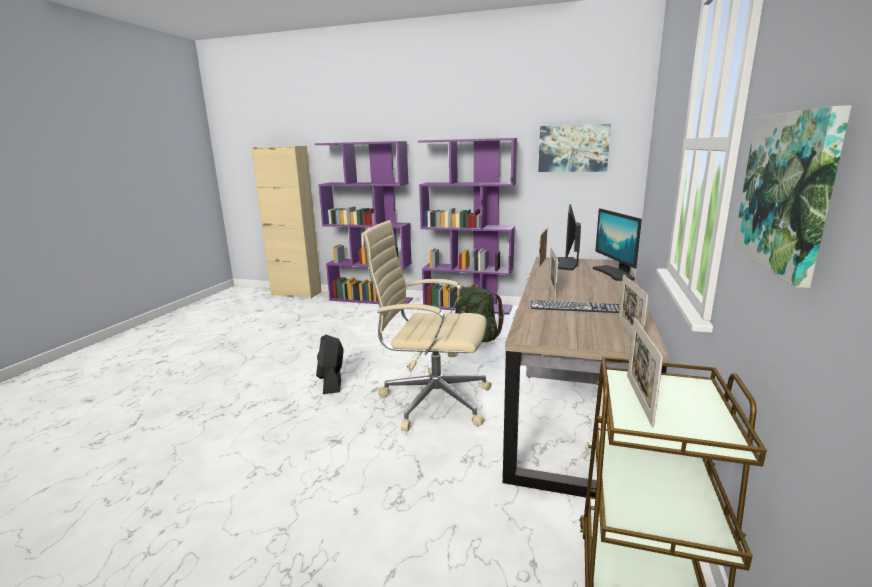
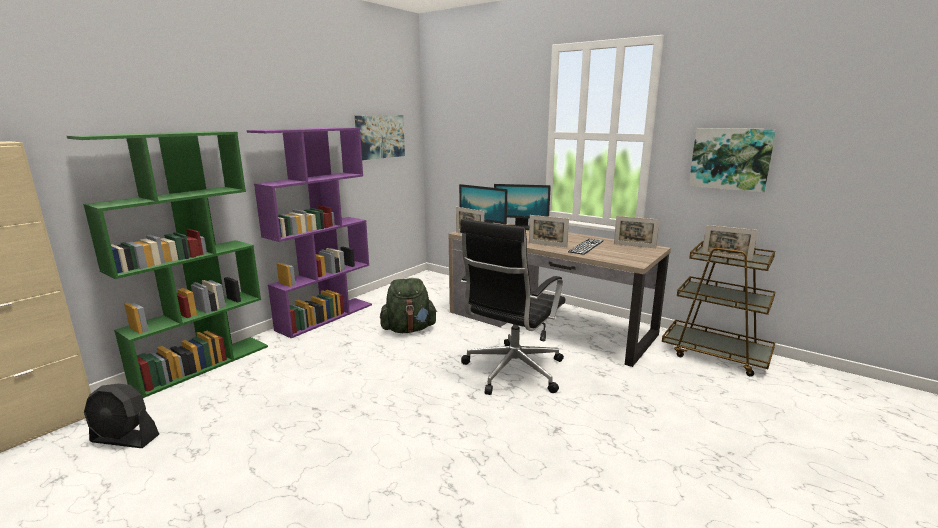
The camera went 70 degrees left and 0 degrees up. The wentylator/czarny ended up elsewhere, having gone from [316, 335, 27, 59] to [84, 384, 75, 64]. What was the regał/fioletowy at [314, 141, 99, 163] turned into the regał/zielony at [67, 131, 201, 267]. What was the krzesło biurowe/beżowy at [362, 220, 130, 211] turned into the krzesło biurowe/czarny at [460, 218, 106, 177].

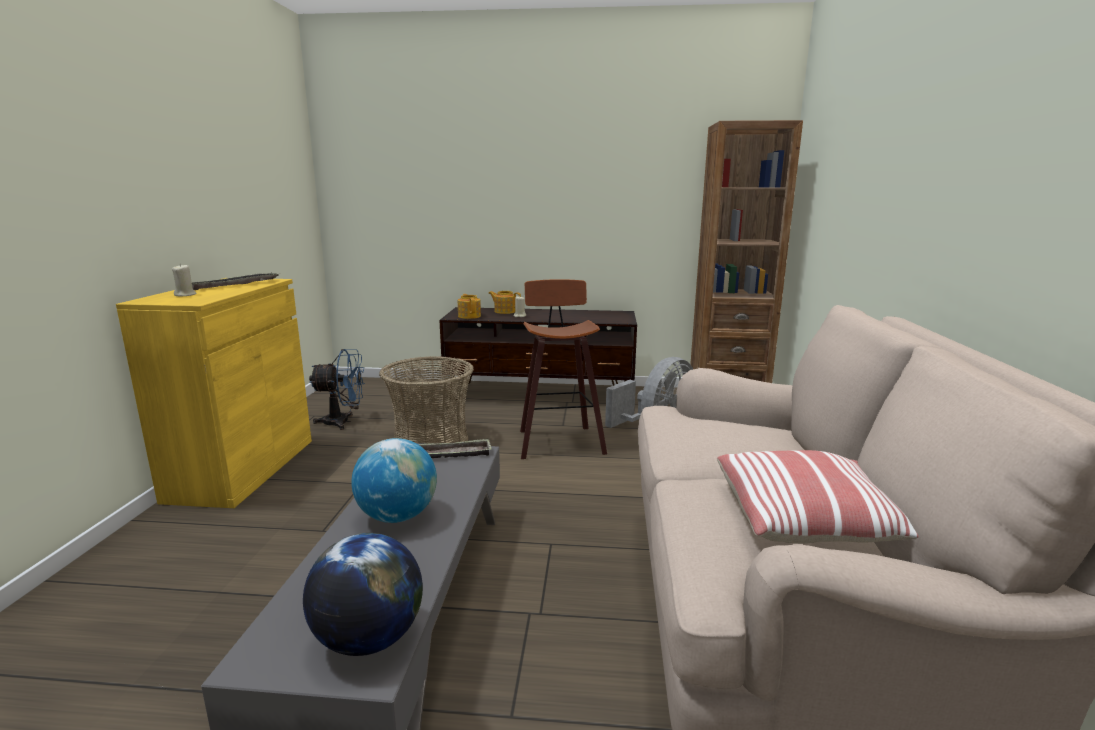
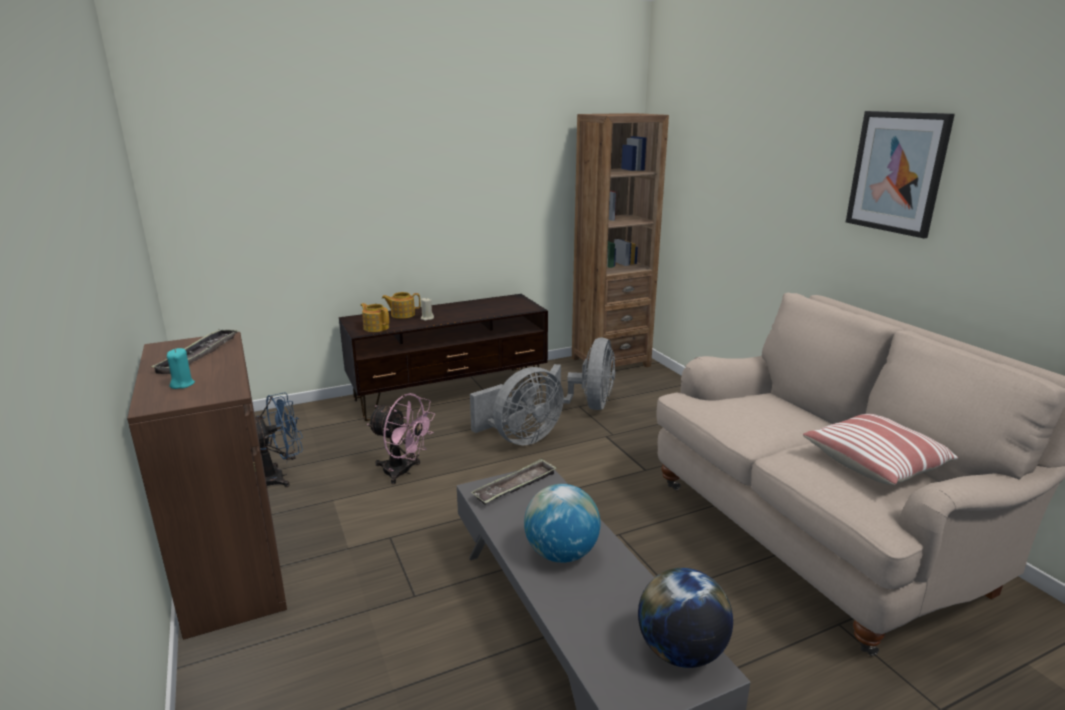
The camera went 30 degrees left and 5 degrees up. The second view gained the obraz at [846, 111, 109, 127]. Where the koszyk stood at [379, 357, 95, 87], the wentylator/różowy came to stand at [367, 393, 69, 91]. Where the stołek stood at [520, 279, 87, 180], the wentylator/szary came to stand at [470, 367, 94, 78]. What was the szafka/żółty at [116, 278, 196, 230] turned into the szafka/brązowy at [127, 332, 160, 308]. What was the świeca/beżowy at [172, 264, 24, 33] turned into the świeca/turkusowy at [167, 348, 28, 41].

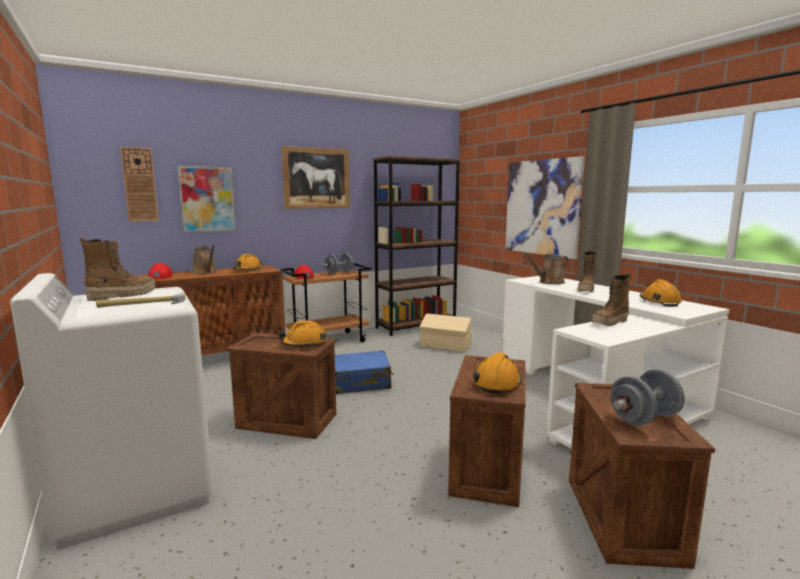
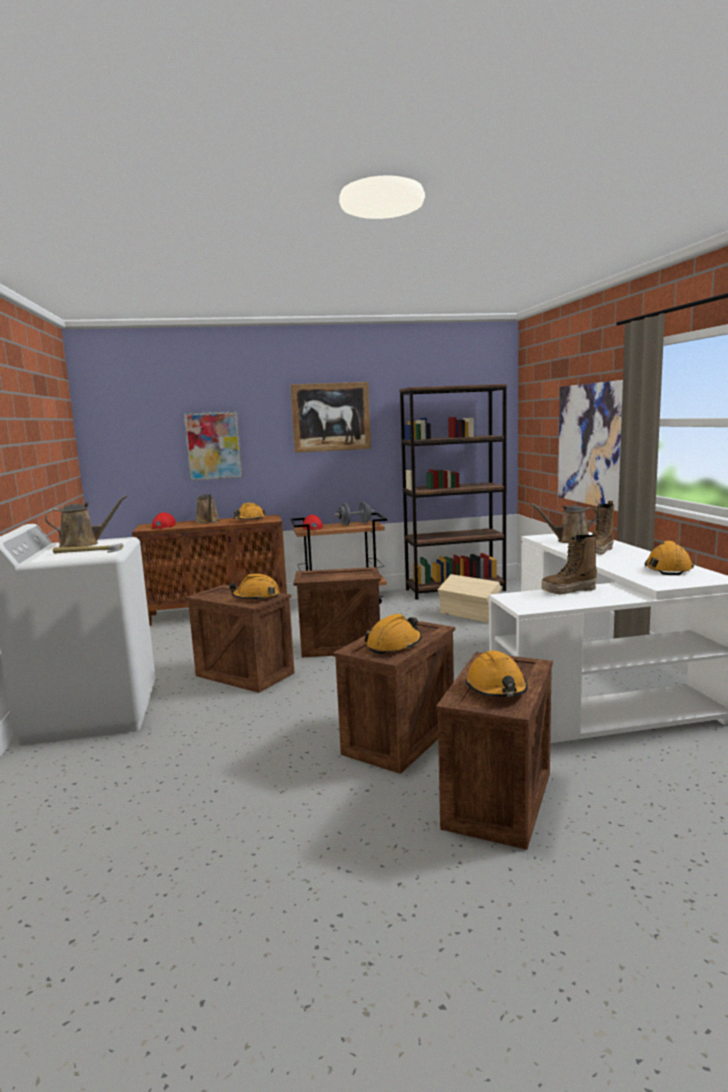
The camera went 20 degrees right and 0 degrees up. The second view lost the zegar ścienny at [120, 147, 39, 74]. Where the but z cholewką stood at [80, 238, 76, 63], the konewka/brązowy came to stand at [45, 495, 83, 52]. Where the walizka/niebieski stood at [335, 350, 59, 44], the skrzynka came to stand at [293, 567, 88, 90]. Where the hantel/szary stood at [611, 369, 74, 57], the kask/pomarańczowy came to stand at [466, 651, 62, 46].

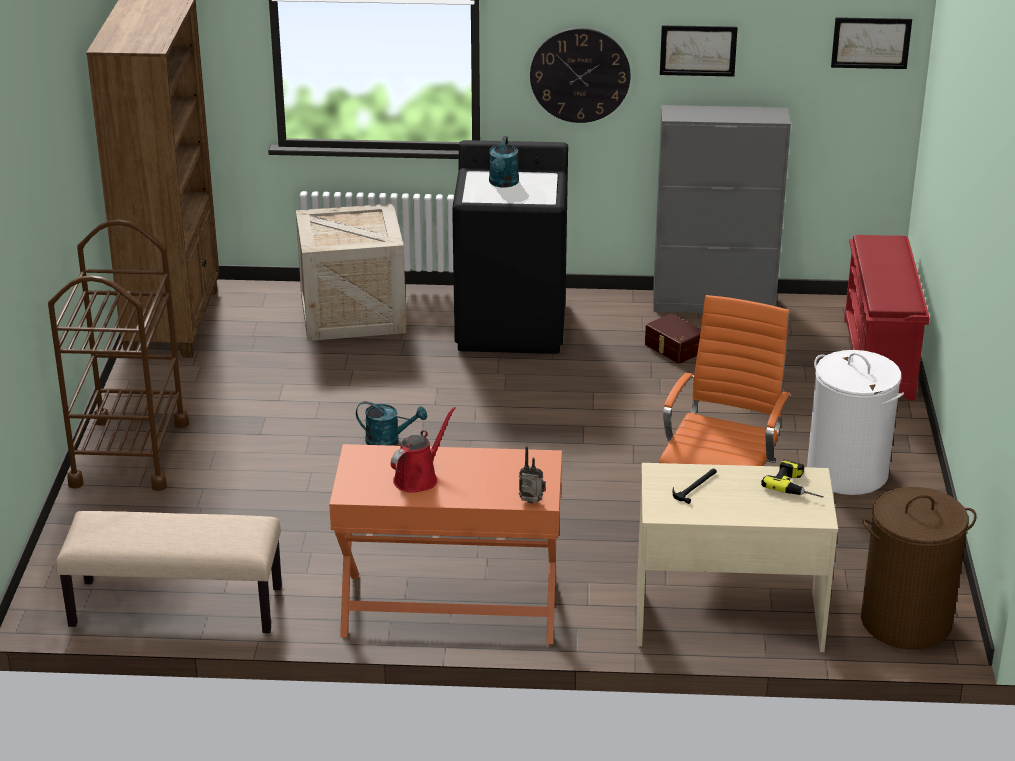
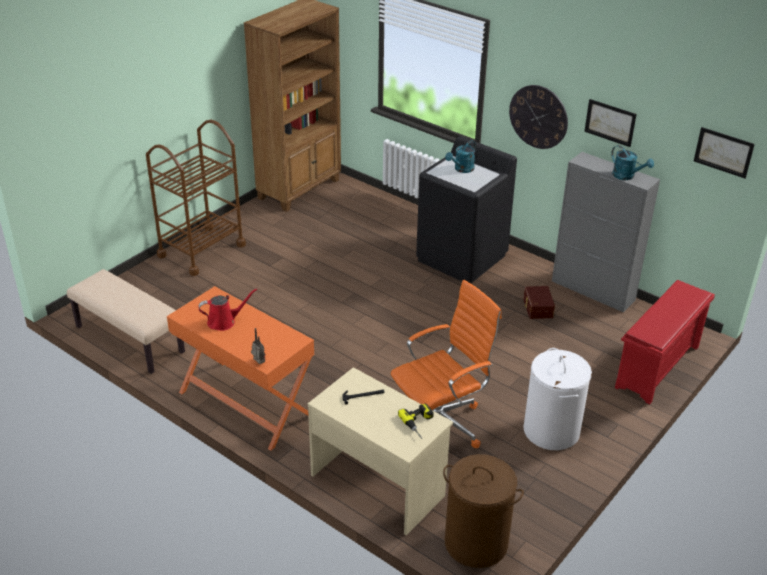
The camera went 35 degrees right and 5 degrees up. The second view lost the skrzynka at [296, 204, 110, 137]. The konewka/turkusowy ended up elsewhere, having gone from [356, 401, 71, 45] to [611, 145, 43, 35].

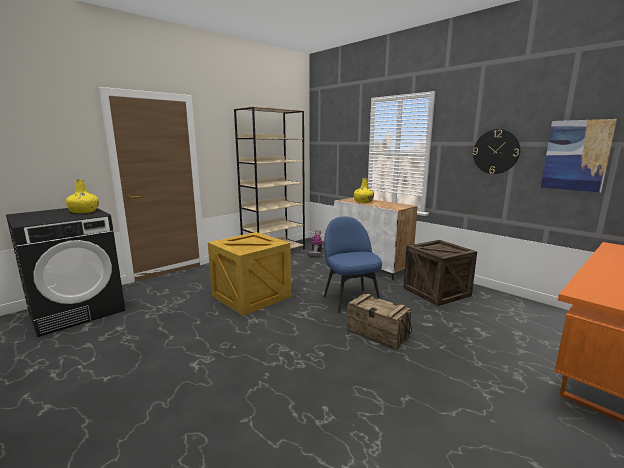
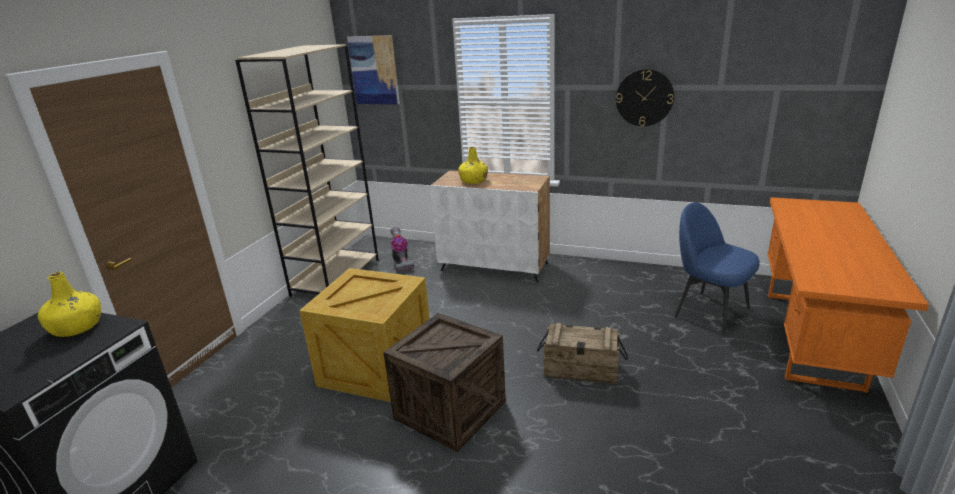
The camera went 25 degrees left and 10 degrees up. The krzesło/niebieski ended up elsewhere, having gone from [324, 216, 58, 97] to [674, 202, 86, 133]. The skrzynka ended up elsewhere, having gone from [404, 240, 73, 66] to [383, 313, 123, 139]. The obraz ended up elsewhere, having gone from [541, 119, 76, 73] to [347, 35, 53, 70].

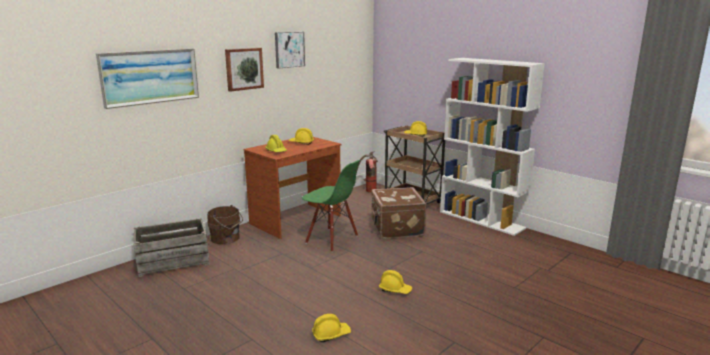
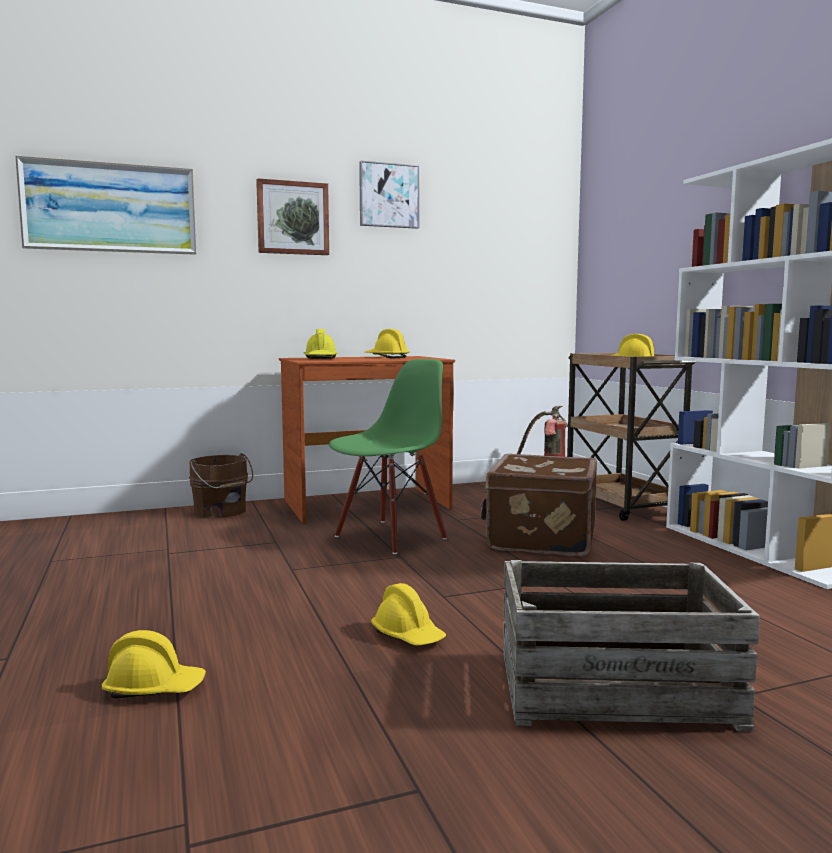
The camera went 25 degrees right and 10 degrees down. The skrzynka ended up elsewhere, having gone from [134, 218, 76, 59] to [503, 560, 257, 172]. The krzesło/zielony at [302, 160, 58, 92] ended up facing another way, 105 degrees counterclockwise from before.

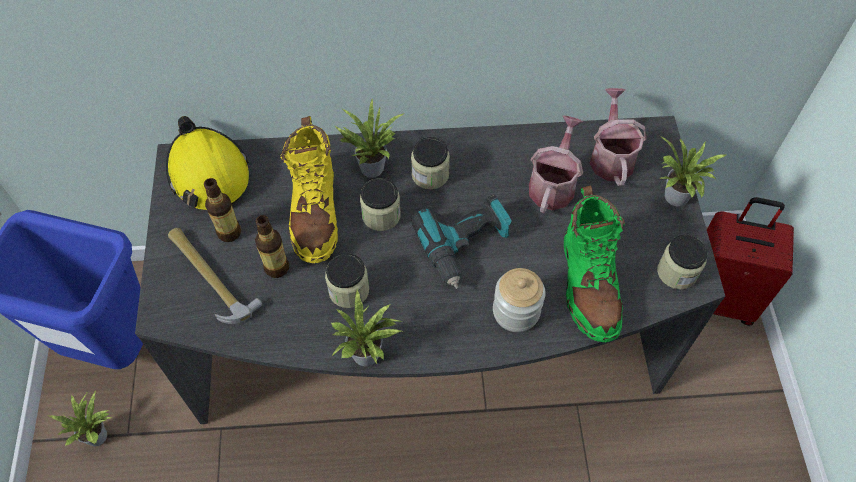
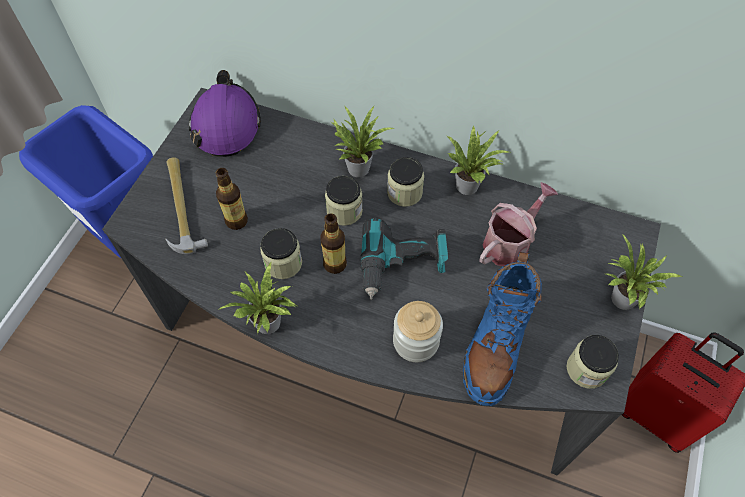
The camera went 25 degrees right and 0 degrees up. The second view lost the but z cholewką/żółty at [280, 116, 58, 147]. The second view lost the konewka at [589, 88, 58, 98]. The roślina doniczkowa ended up elsewhere, having gone from [49, 391, 63, 56] to [447, 125, 62, 70]. The butelka ended up elsewhere, having gone from [204, 178, 37, 64] to [320, 214, 27, 60]. What was the kask/żółty at [166, 116, 83, 94] turned into the kask/fioletowy at [189, 70, 72, 87]. What was the but z cholewką/zielony at [564, 185, 61, 157] turned into the but z cholewką/niebieski at [463, 252, 79, 154].

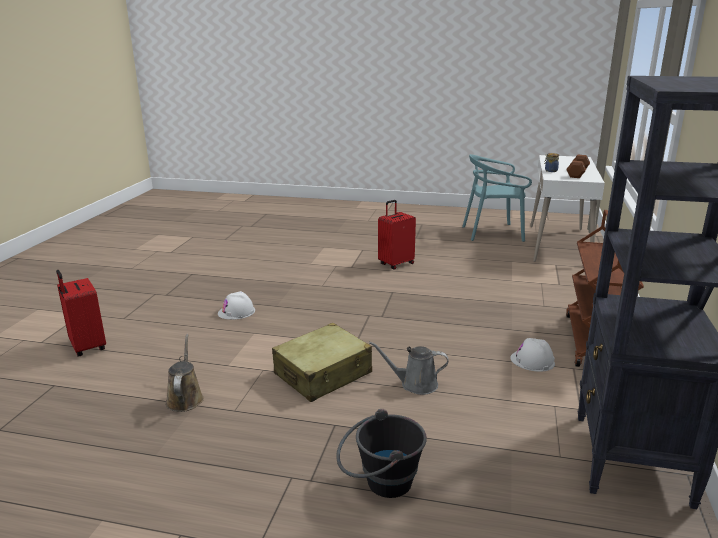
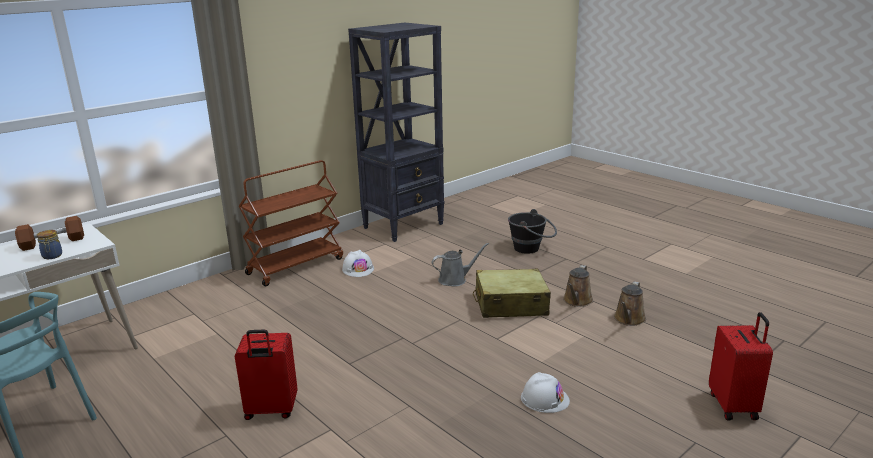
The camera went 145 degrees left and 0 degrees up. The second view gained the konewka/brązowy at [563, 265, 30, 42]. The konewka/szary at [369, 342, 80, 53] ended up facing another way, 60 degrees counterclockwise from before.

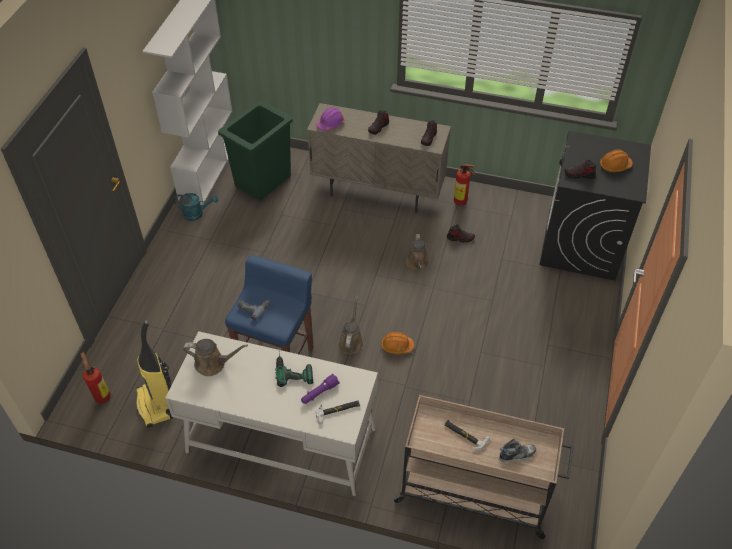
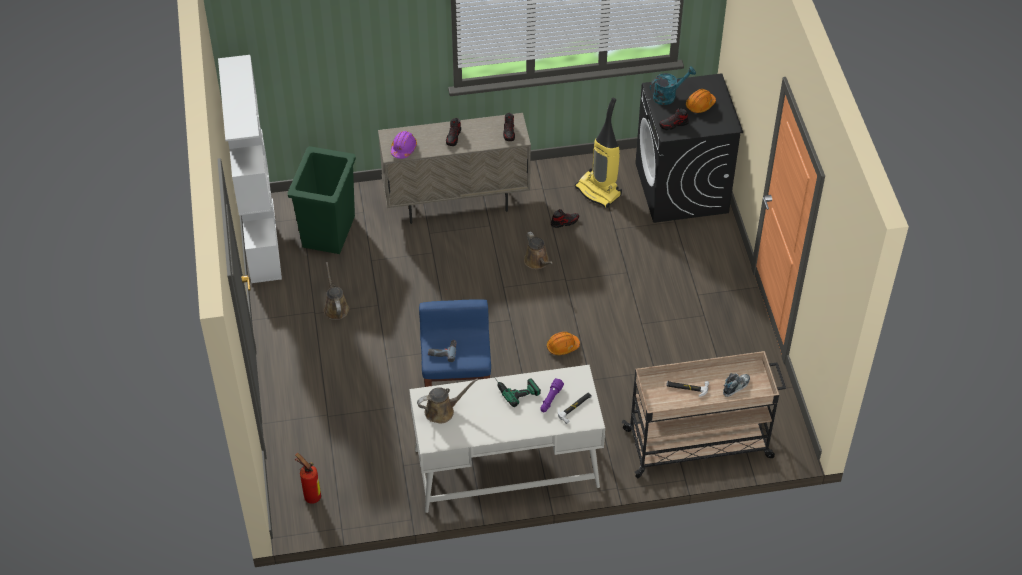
The camera went 25 degrees left and 0 degrees up. The second view lost the gaśnica at [454, 164, 22, 42]. The odkurzacz ended up elsewhere, having gone from [136, 320, 37, 108] to [575, 97, 47, 111]. The konewka/turkusowy ended up elsewhere, having gone from [174, 193, 44, 28] to [650, 66, 46, 39]. The konewka/brązowy ended up elsewhere, having gone from [338, 296, 26, 58] to [324, 262, 25, 58].

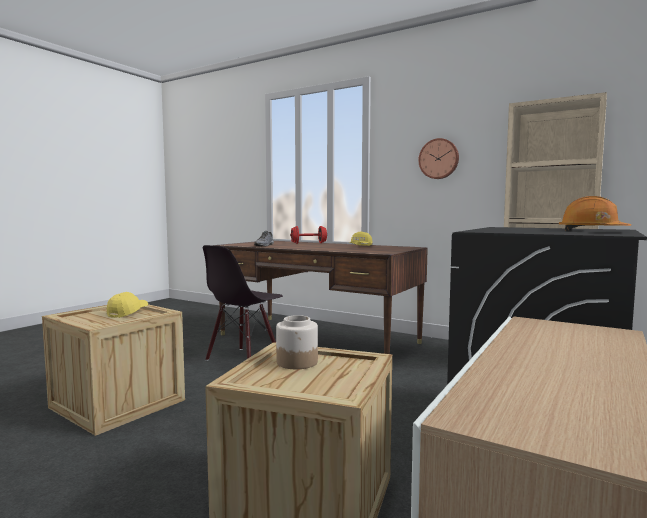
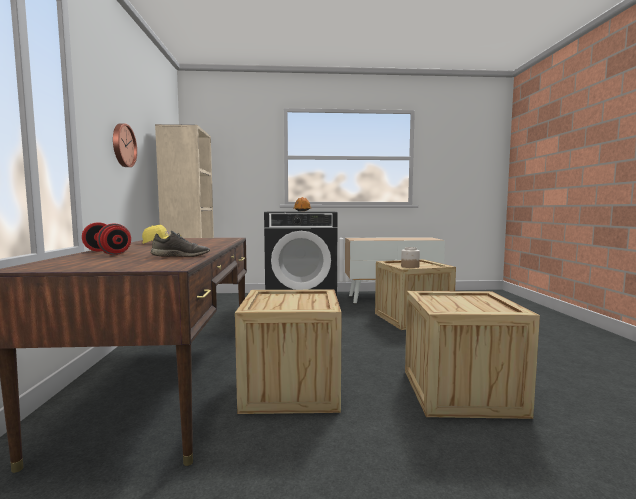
The camera went 125 degrees left and 0 degrees up. The second view lost the czapka z daszkiem/żółty at [107, 292, 41, 26]. Where the krzesło/czarny stood at [203, 245, 80, 116], the skrzynka came to stand at [235, 289, 107, 125].

